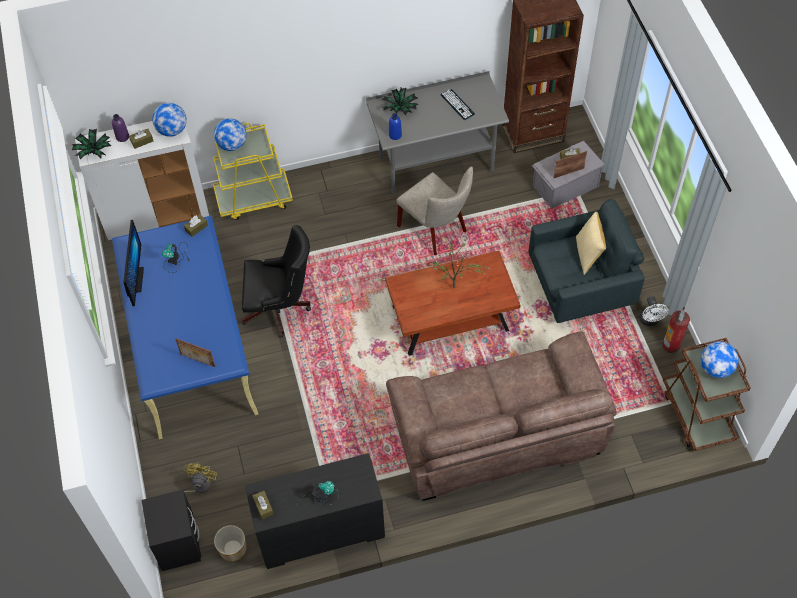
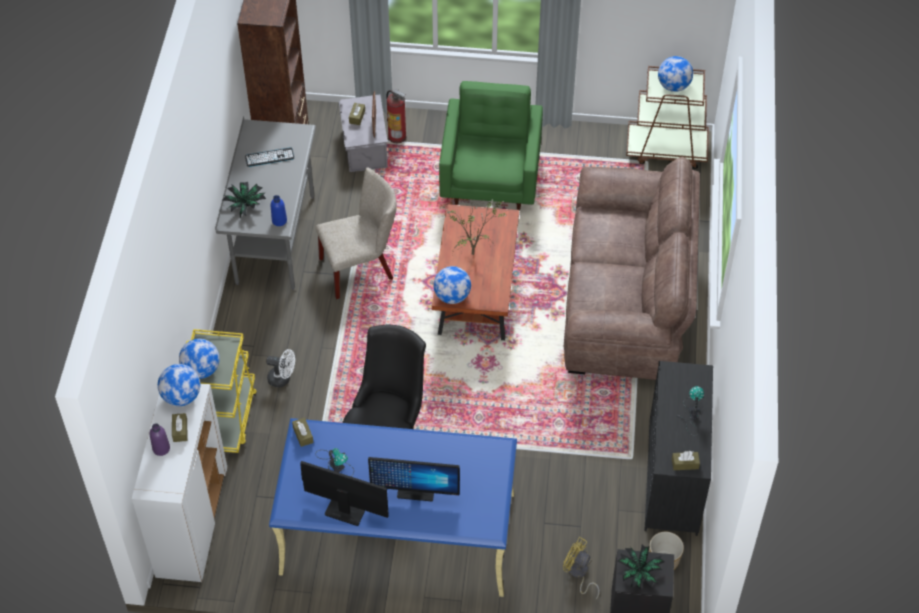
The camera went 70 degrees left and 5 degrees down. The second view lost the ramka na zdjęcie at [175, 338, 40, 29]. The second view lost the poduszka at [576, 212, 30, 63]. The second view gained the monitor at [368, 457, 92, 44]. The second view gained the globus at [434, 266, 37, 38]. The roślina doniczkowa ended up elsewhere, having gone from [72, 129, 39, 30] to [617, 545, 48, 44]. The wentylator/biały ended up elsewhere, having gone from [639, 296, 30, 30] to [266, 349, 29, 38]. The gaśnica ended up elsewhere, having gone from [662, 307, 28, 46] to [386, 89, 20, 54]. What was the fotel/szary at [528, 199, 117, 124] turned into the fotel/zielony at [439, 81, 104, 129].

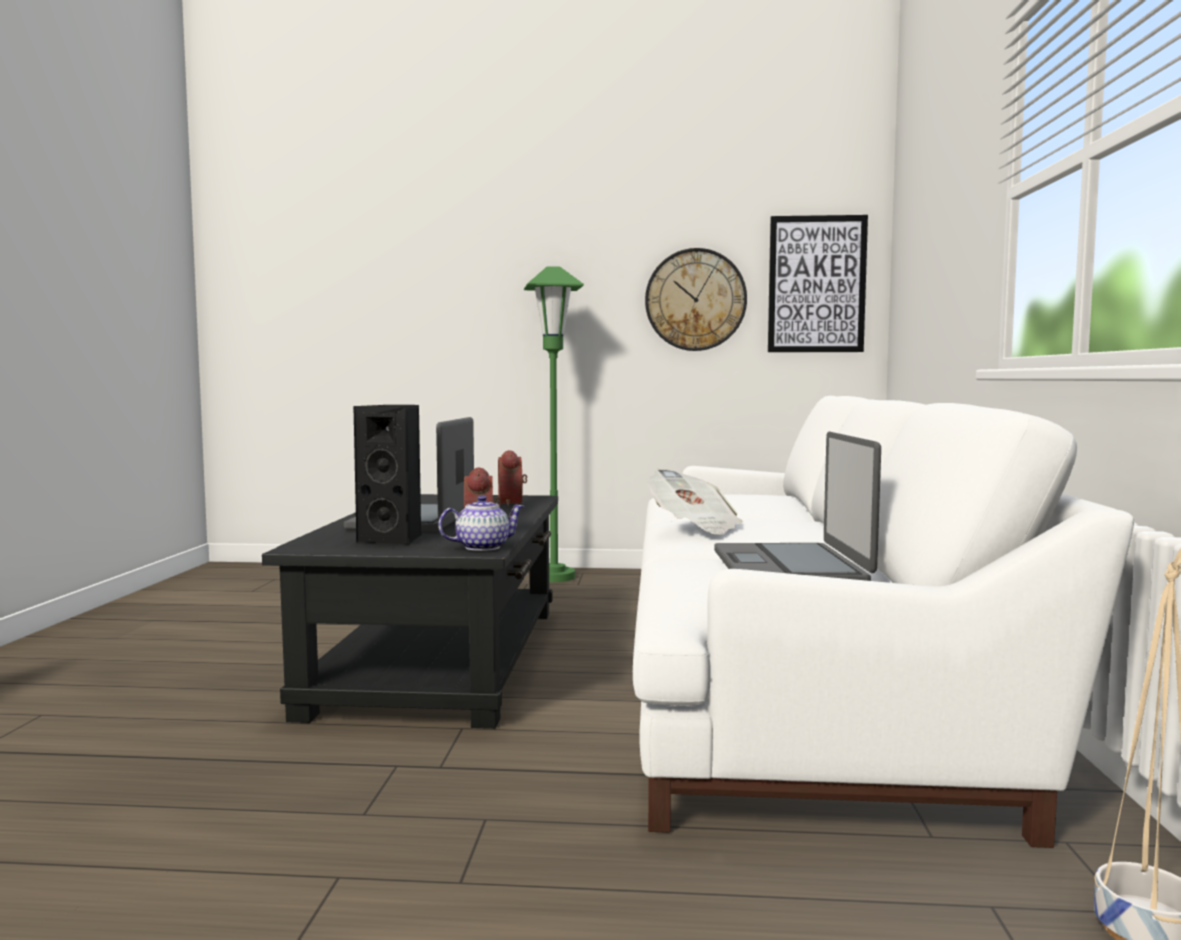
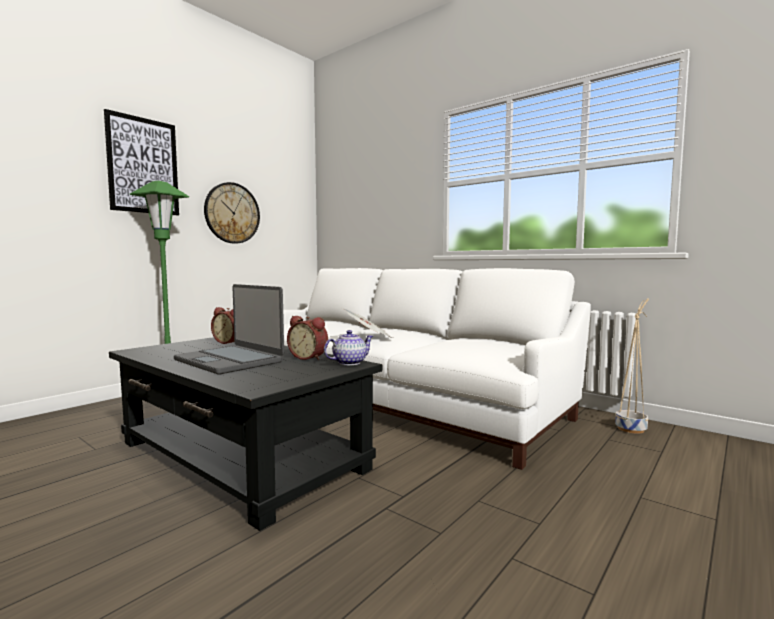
The camera went 55 degrees left and 0 degrees up. The second view lost the głośnik/czarny at [353, 405, 69, 140]. The second view lost the laptop at [714, 432, 167, 149]. The obraz ended up elsewhere, having gone from [768, 215, 100, 137] to [104, 109, 75, 107]. The imbryk at [438, 495, 87, 56] ended up facing another way, 45 degrees clockwise from before.

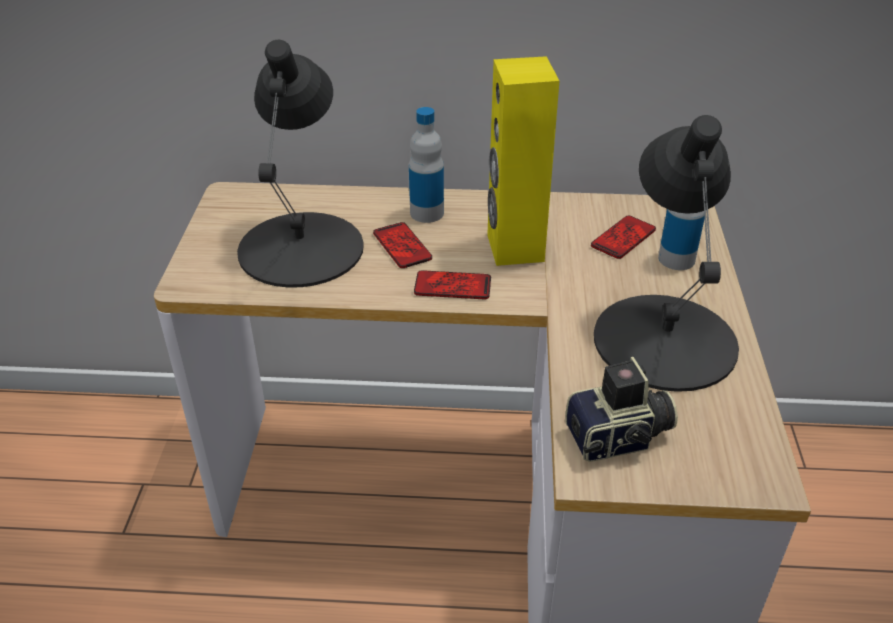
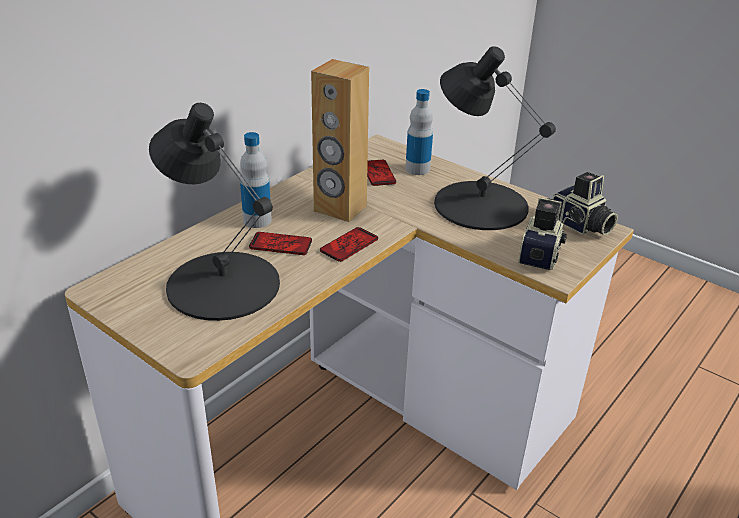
The camera went 55 degrees left and 5 degrees down. The second view gained the aparat fotograficzny at [552, 172, 66, 63]. What was the głośnik/żółty at [487, 56, 72, 210] turned into the głośnik/brązowy at [311, 59, 58, 163].

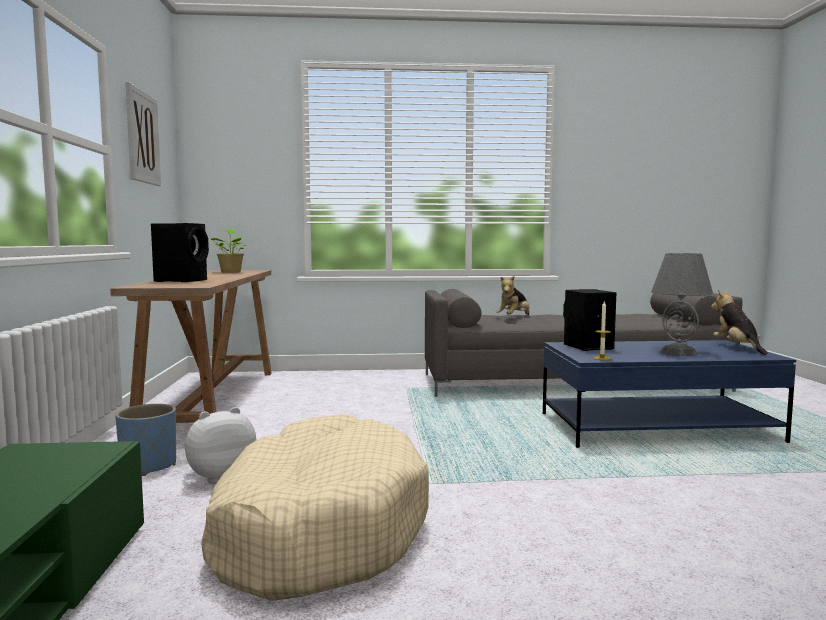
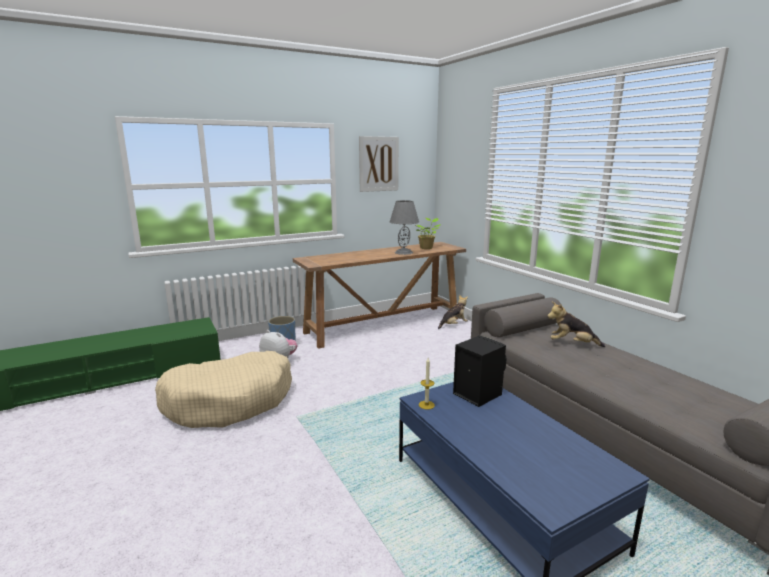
The camera went 65 degrees right and 10 degrees up. The second view lost the głośnik/czarny at [151, 223, 58, 59]. The lampa stołowa/szary ended up elsewhere, having gone from [651, 253, 62, 102] to [390, 200, 29, 55]. The pluszak ended up elsewhere, having gone from [711, 290, 56, 65] to [438, 295, 30, 35].

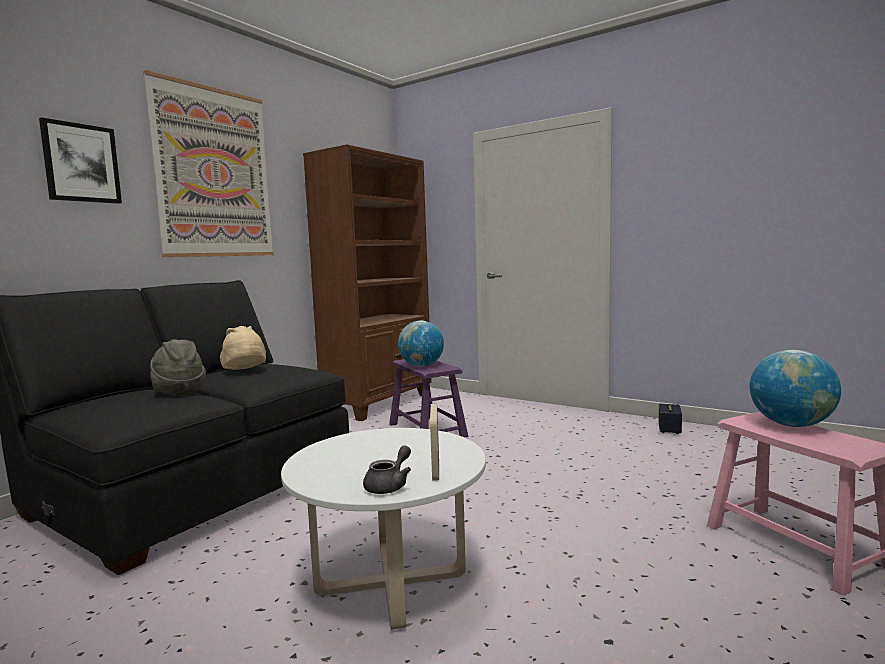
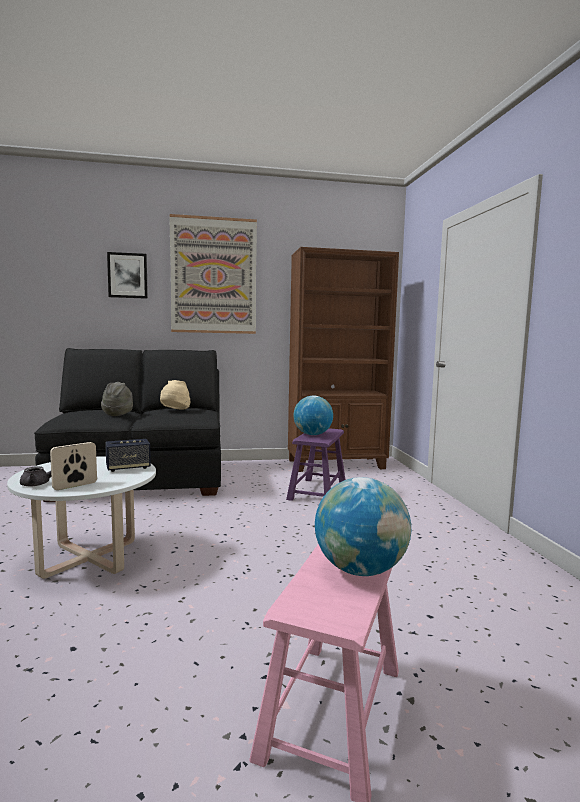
The camera went 45 degrees right and 0 degrees up. The głośnik ended up elsewhere, having gone from [658, 404, 24, 30] to [105, 439, 46, 33].

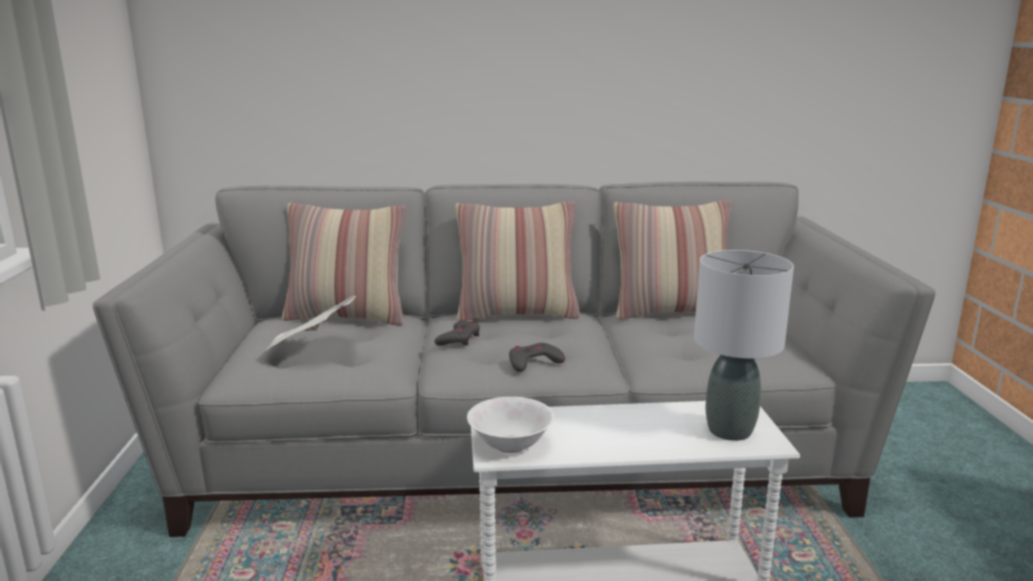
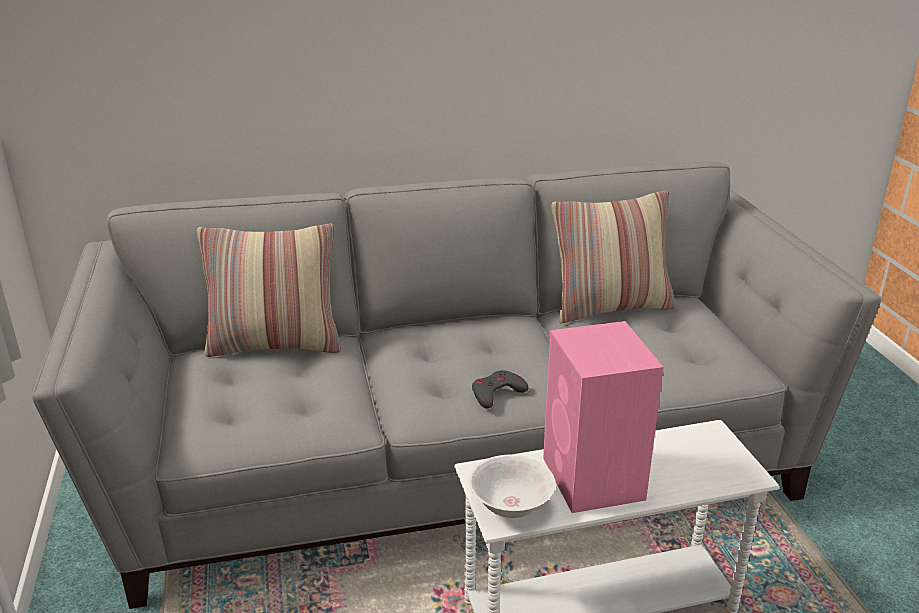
The camera went 10 degrees left and 10 degrees up. The second view lost the gazeta at [264, 295, 92, 56]. The second view lost the pad do gier/szary at [434, 321, 46, 25]. The second view lost the poduszka at [455, 201, 125, 120]. The second view lost the lampa stołowa/szary at [694, 250, 100, 191]. The second view gained the głośnik/różowy at [543, 321, 120, 192].

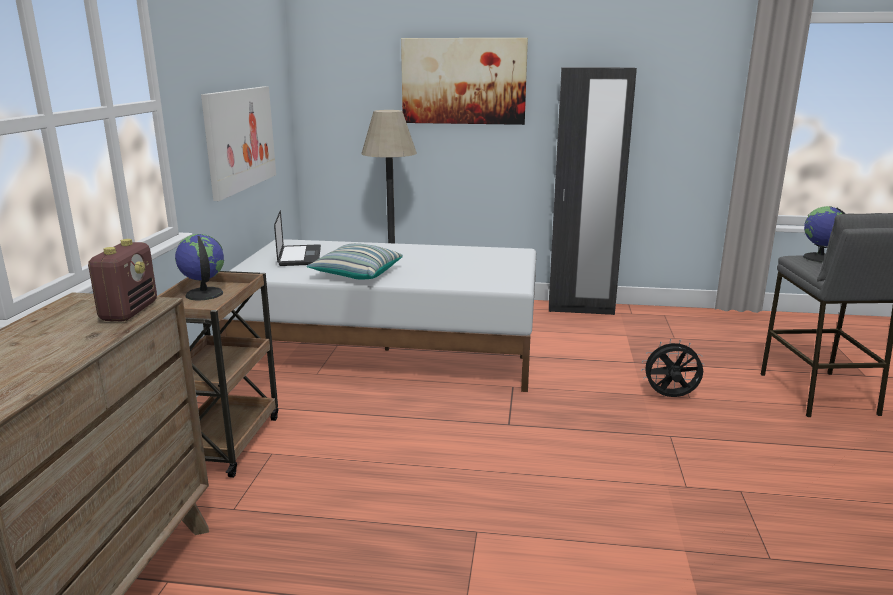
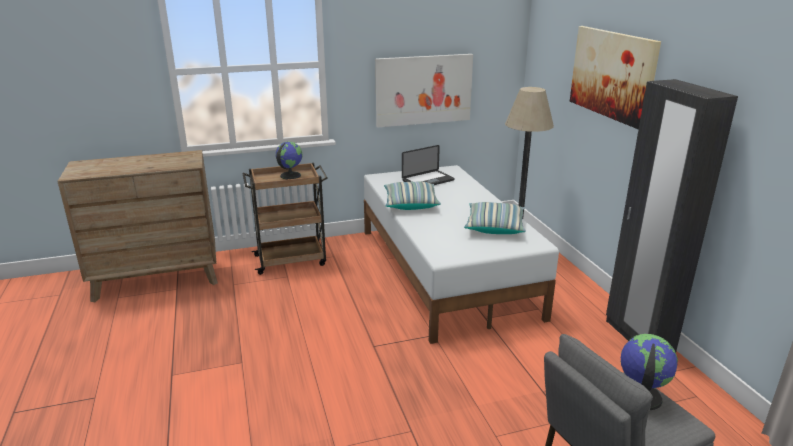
The camera went 65 degrees right and 5 degrees up. The second view lost the radio at [88, 239, 69, 82]. The second view lost the wentylator/czarny at [641, 339, 63, 58]. The second view gained the poduszka at [464, 202, 62, 32].

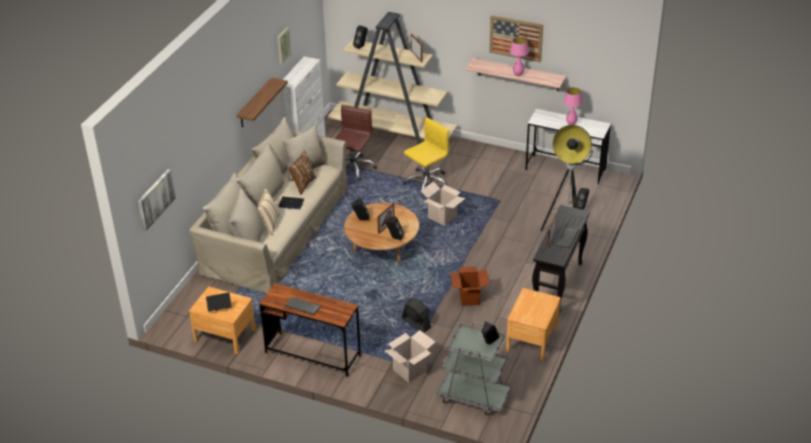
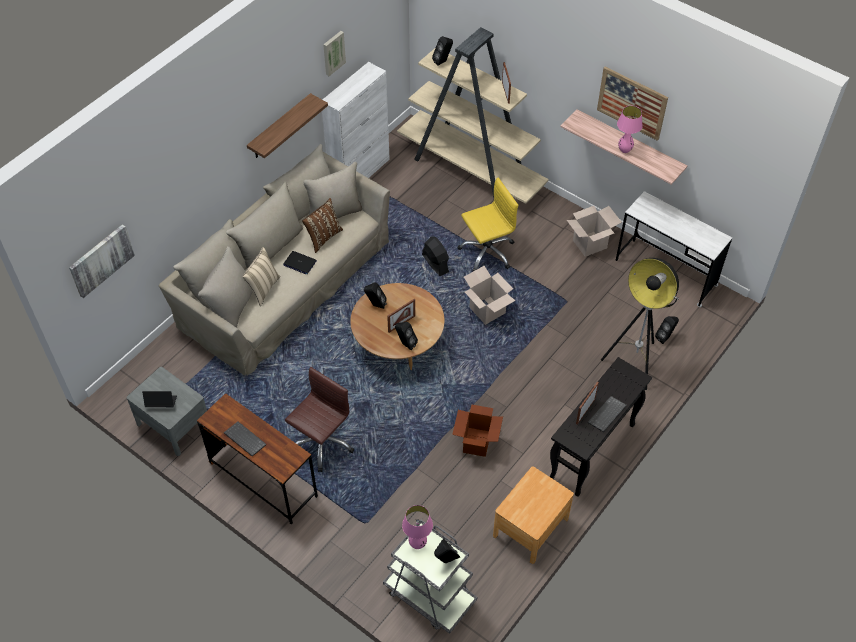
The camera went 15 degrees right and 15 degrees up. The krzesło biurowe/brązowy ended up elsewhere, having gone from [335, 105, 42, 76] to [285, 367, 69, 105]. The karton ended up elsewhere, having gone from [384, 330, 51, 53] to [567, 206, 55, 51]. The wentylator/czarny ended up elsewhere, having gone from [402, 298, 29, 35] to [422, 236, 27, 40]. The lampa stołowa/różowy ended up elsewhere, having gone from [564, 87, 19, 38] to [402, 505, 31, 44]. What was the szafka nocna/brązowy at [189, 287, 67, 67] turned into the szafka nocna/szary at [127, 367, 80, 89].

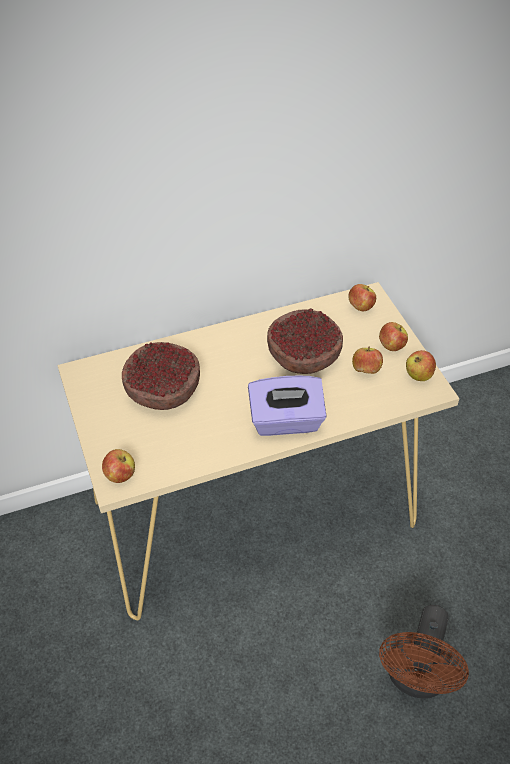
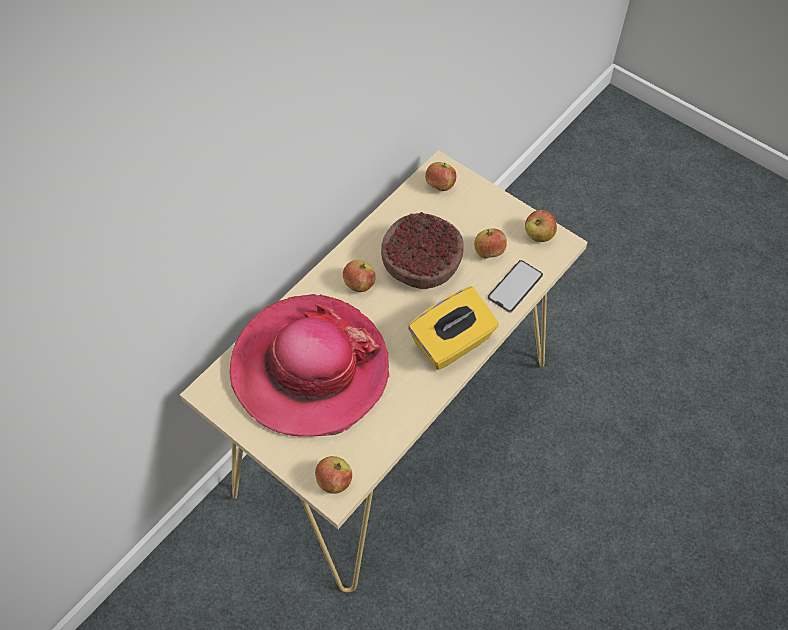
The camera went 30 degrees left and 10 degrees up. The second view lost the wentylator/brązowy at [379, 605, 90, 94]. The second view gained the telefon at [488, 260, 55, 53]. The jabłko ended up elsewhere, having gone from [379, 322, 29, 29] to [343, 260, 33, 32]. Where the miska stood at [122, 342, 78, 68], the kapelusz came to stand at [230, 294, 160, 142]. What was the pudełko chusteczek/fioletowy at [248, 376, 79, 60] turned into the pudełko chusteczek/żółty at [408, 286, 91, 84].

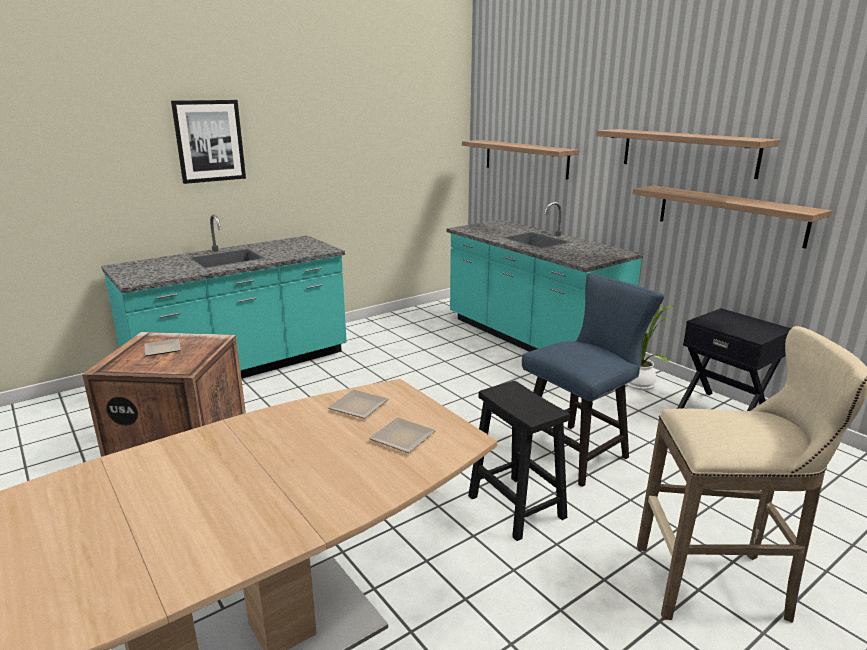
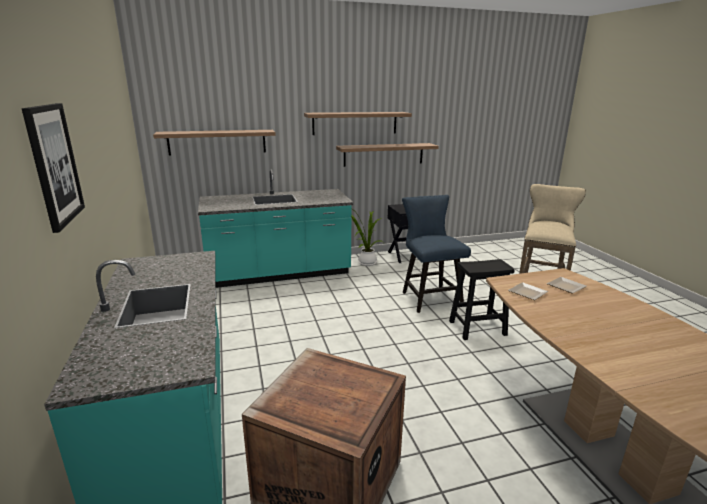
The camera went 70 degrees left and 0 degrees up. The second view lost the talerz at [144, 339, 37, 17].

